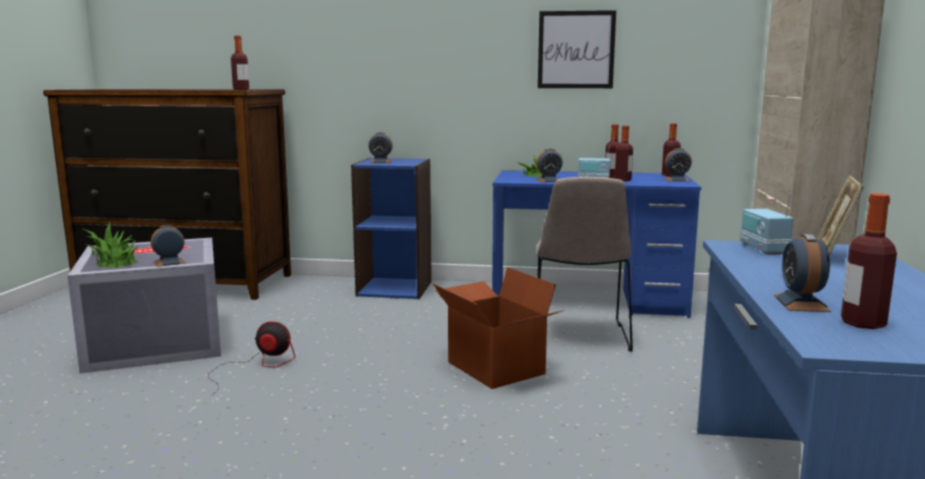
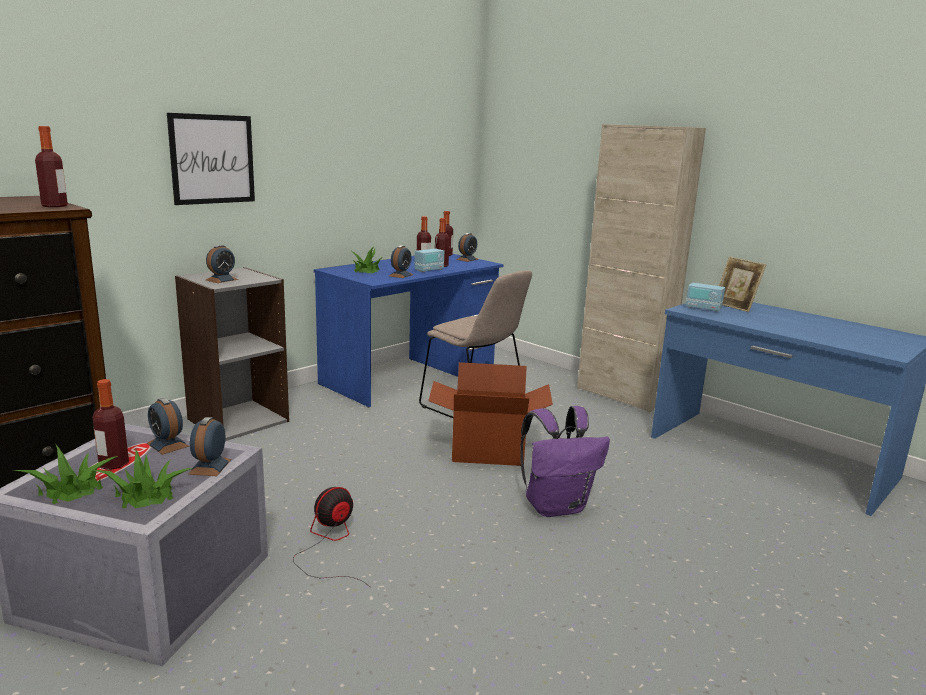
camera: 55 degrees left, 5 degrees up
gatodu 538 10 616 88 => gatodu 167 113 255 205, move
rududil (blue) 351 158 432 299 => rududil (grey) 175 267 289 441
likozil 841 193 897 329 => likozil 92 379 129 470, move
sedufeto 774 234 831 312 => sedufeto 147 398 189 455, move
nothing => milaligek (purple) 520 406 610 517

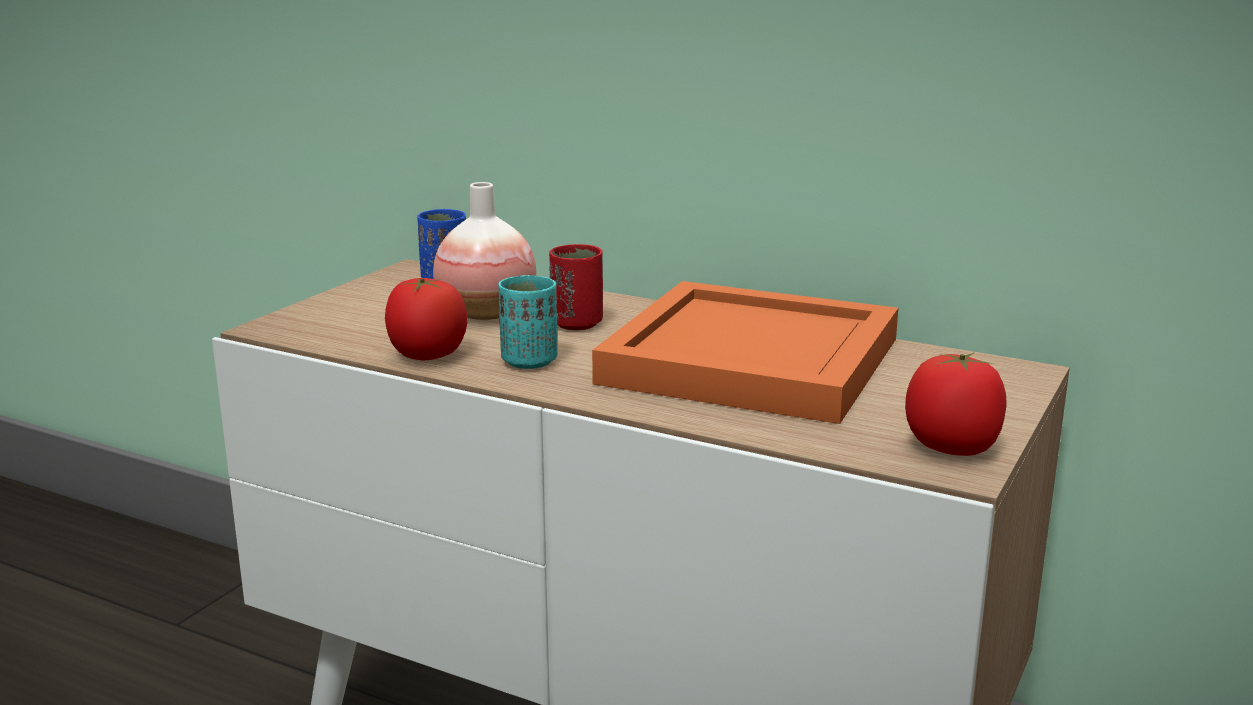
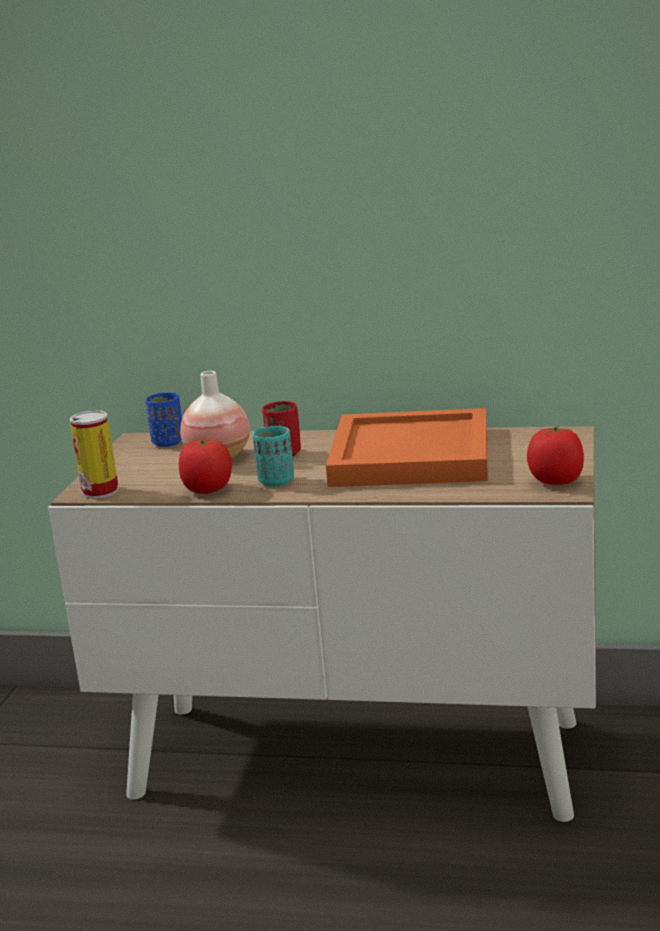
camera: 15 degrees left, 0 degrees up
nothing => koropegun 70 411 119 499

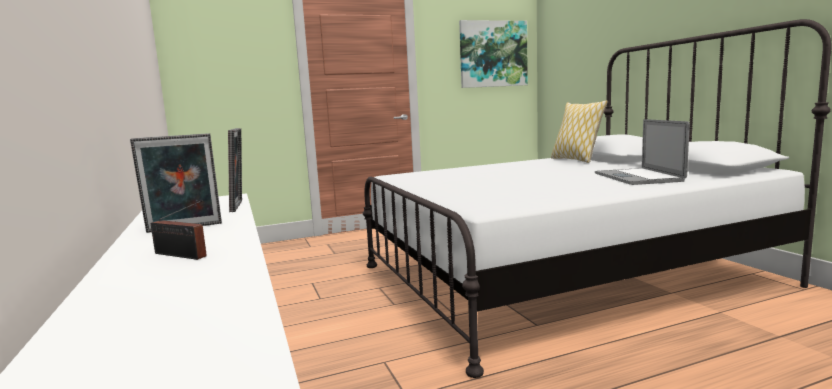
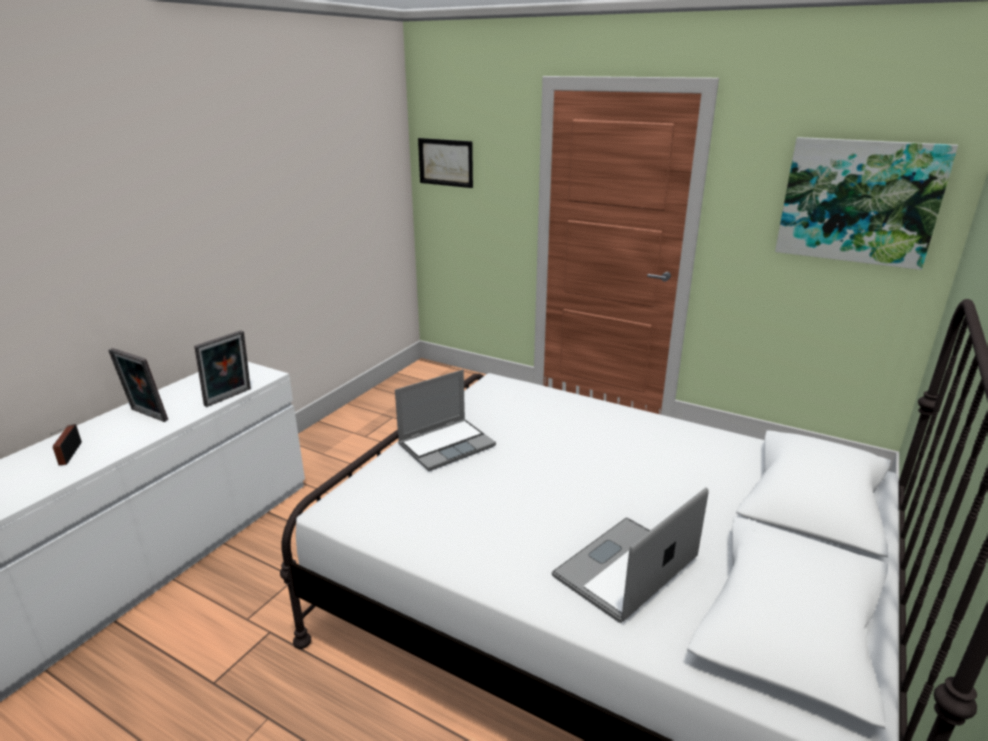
camera: 50 degrees right, 15 degrees up
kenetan 551 100 608 163 => nothing
nothing => gatodu 418 138 473 188
nothing => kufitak 395 370 496 471

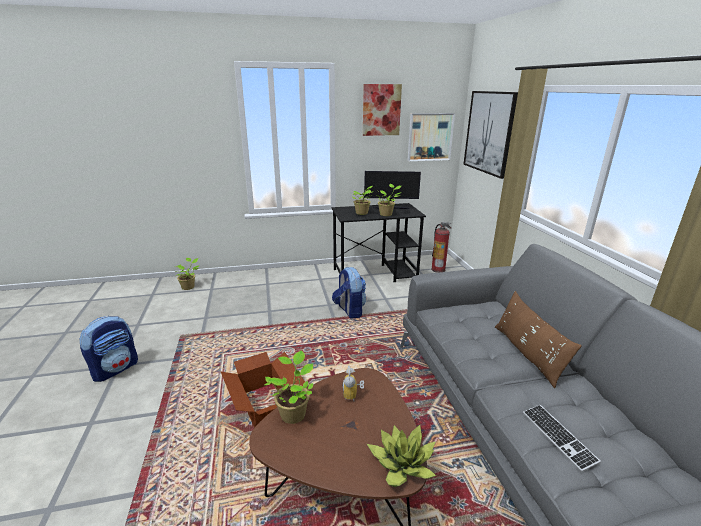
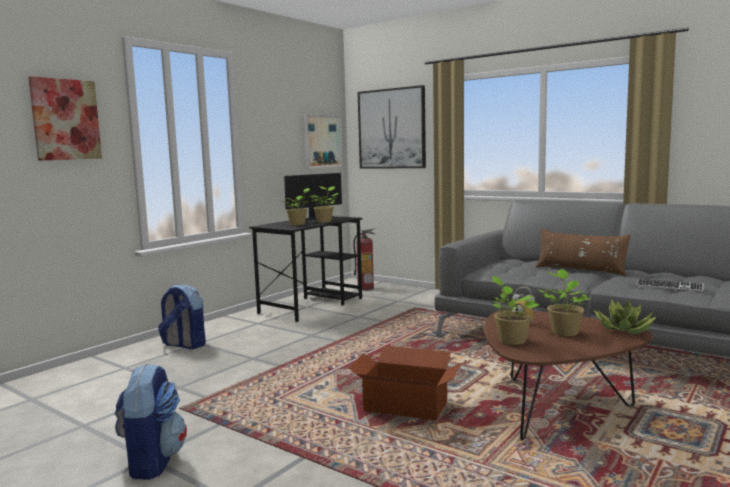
camera: 40 degrees left, 15 degrees down
gatodu 363 84 402 136 => gatodu 28 76 102 161, move
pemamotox 174 258 199 290 => pemamotox 539 269 590 336, move
milaligek 332 267 366 319 => milaligek 158 284 206 349, move

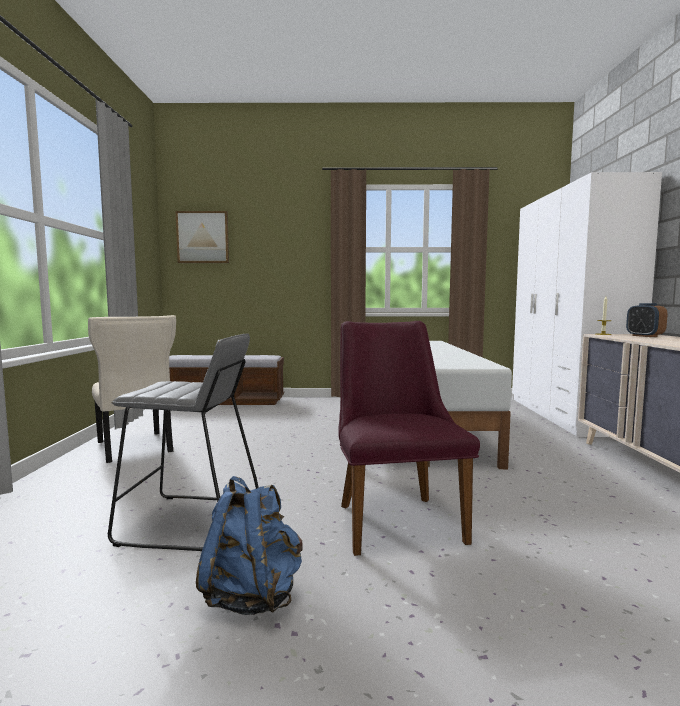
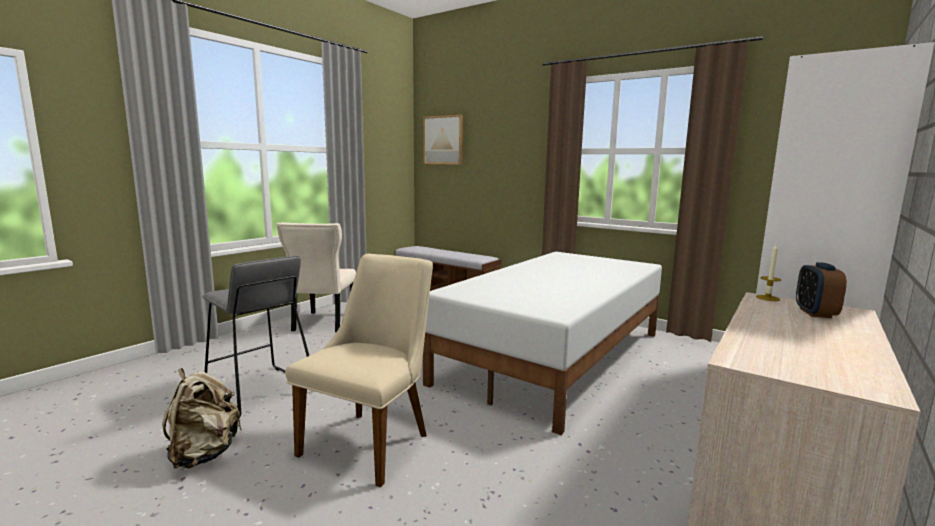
camera: 35 degrees right, 5 degrees up
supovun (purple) 338 321 480 556 => supovun (beige) 285 254 433 487
milaligek (blue) 196 476 303 615 => milaligek (beige) 162 368 242 468

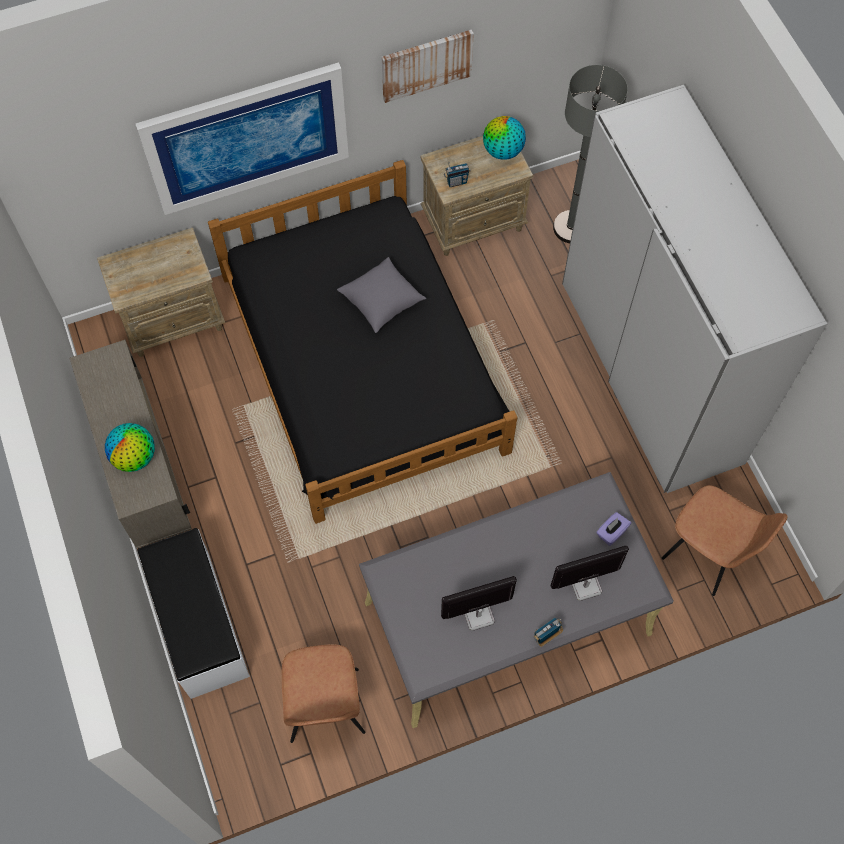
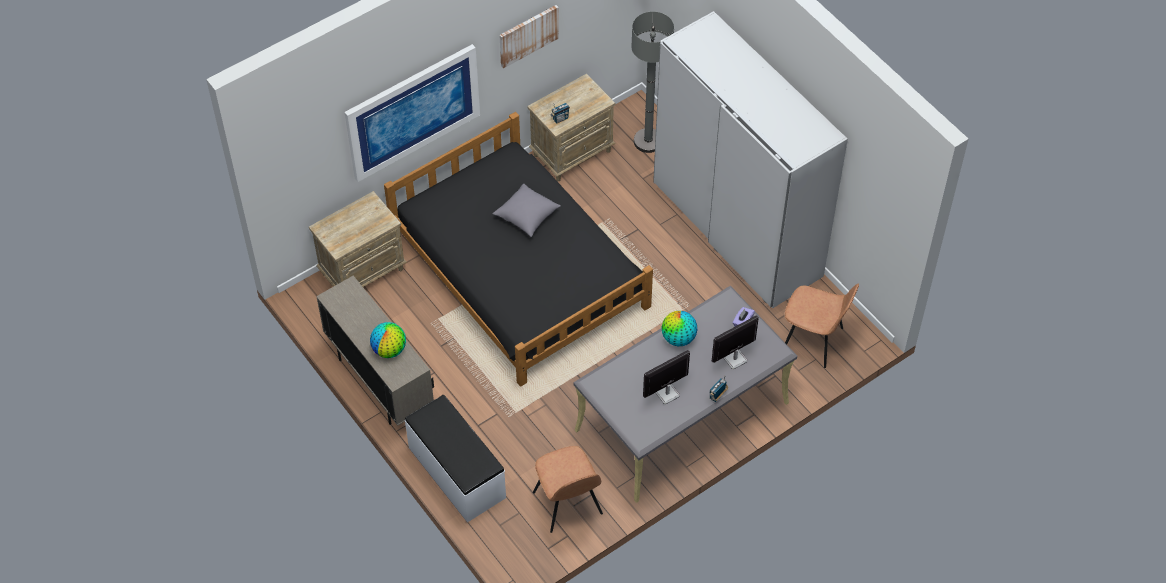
camera: 15 degrees left, 10 degrees down
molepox 483 116 526 160 => molepox 662 311 697 346, move

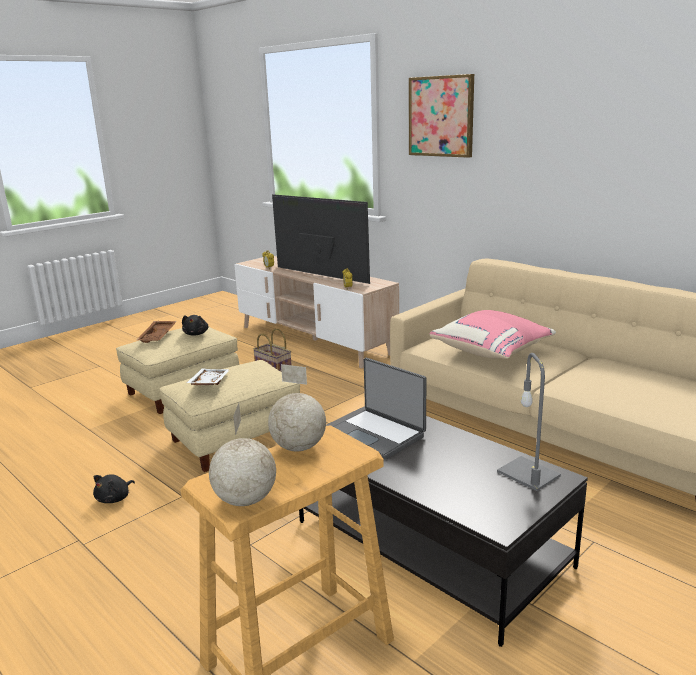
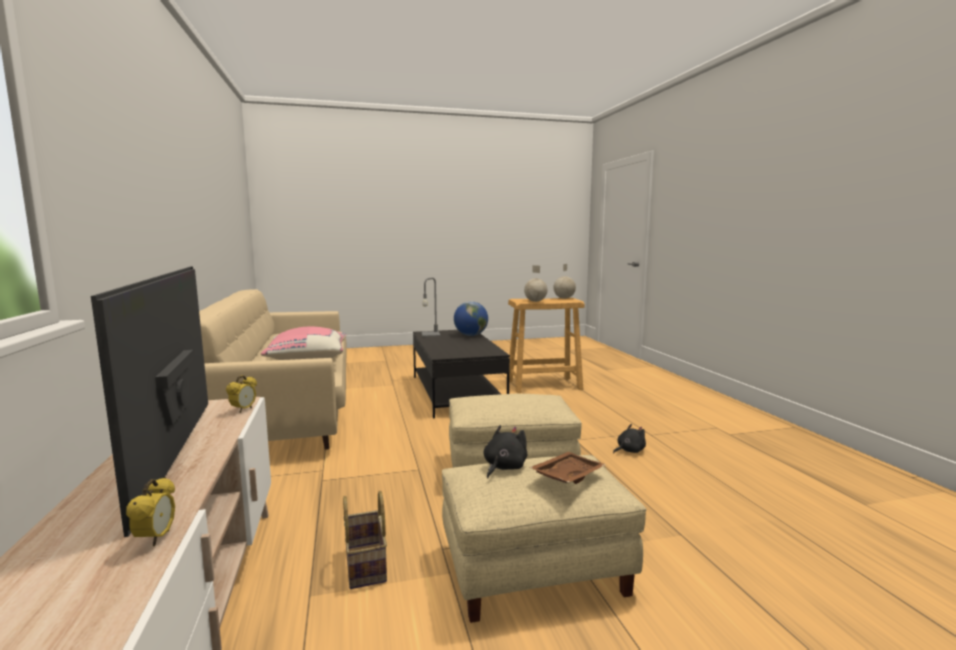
camera: 150 degrees left, 10 degrees down
gatodu 409 74 474 158 => nothing
kufitak 333 358 426 460 => nothing
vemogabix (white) 186 368 230 385 => nothing
nothing => molepox 454 301 488 336

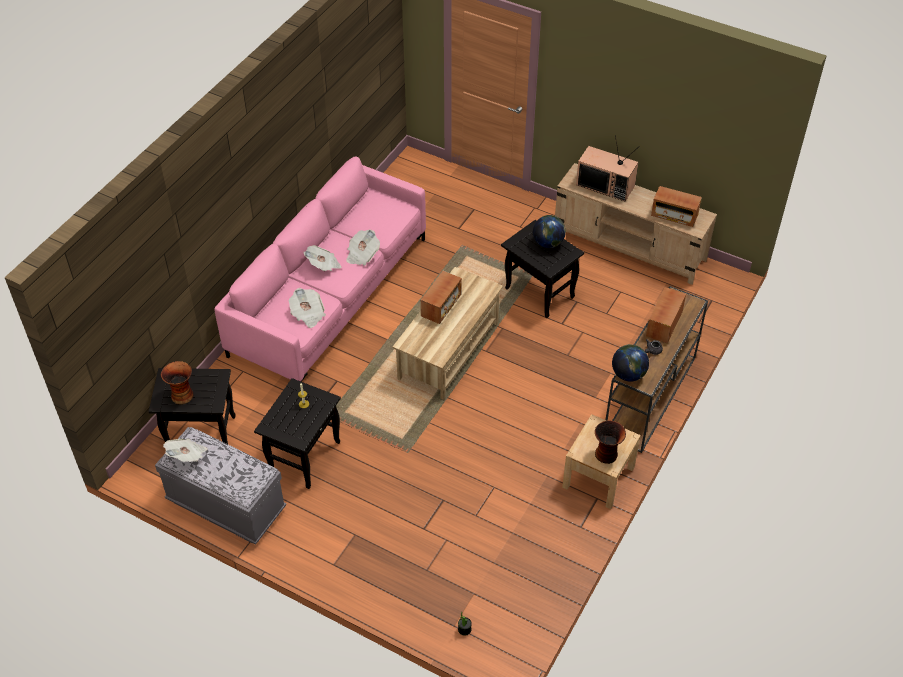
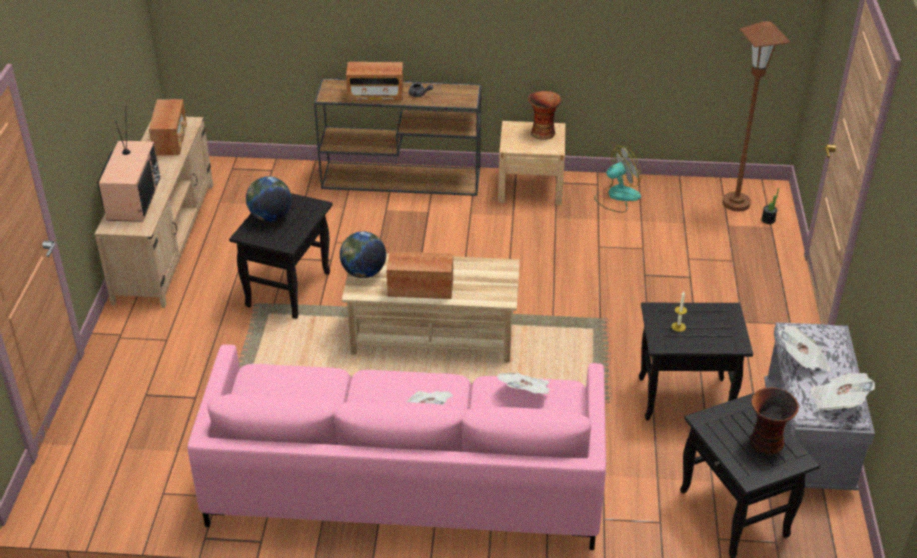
camera: 115 degrees left, 10 degrees down
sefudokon 346 230 380 266 => sefudokon 779 326 831 371, move
molepox 612 344 649 381 => molepox 340 231 386 278, move
nothing => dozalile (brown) 722 21 791 211
nothing => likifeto 594 145 641 213

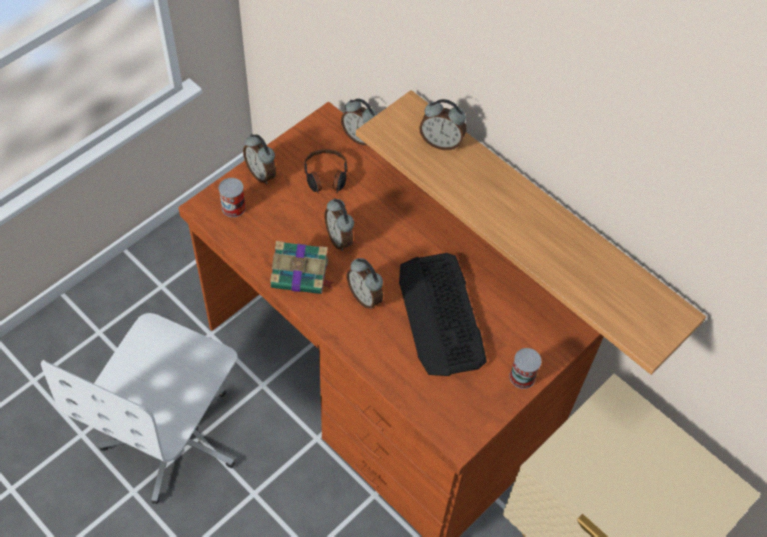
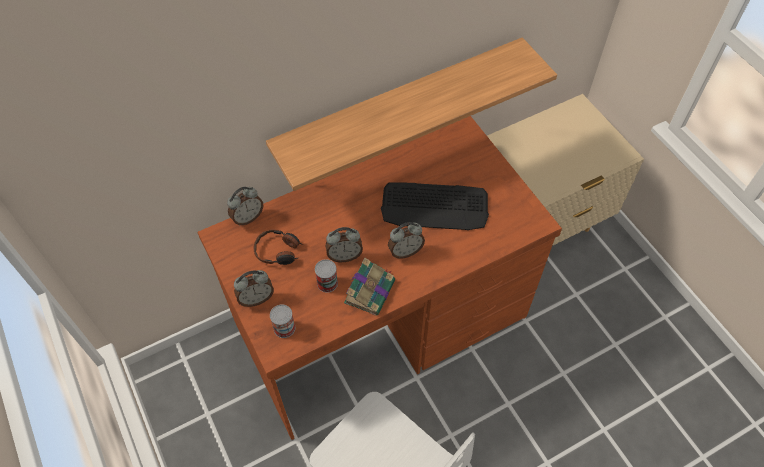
camera: 70 degrees left, 0 degrees up
sedufeto 419 99 466 150 => nothing
koropegun 509 348 542 389 => koropegun 315 259 338 293, move

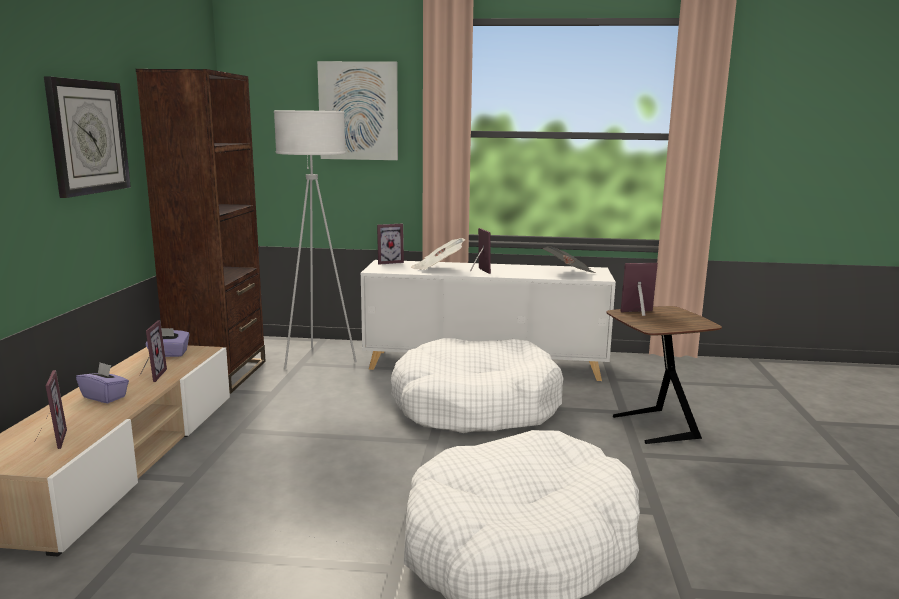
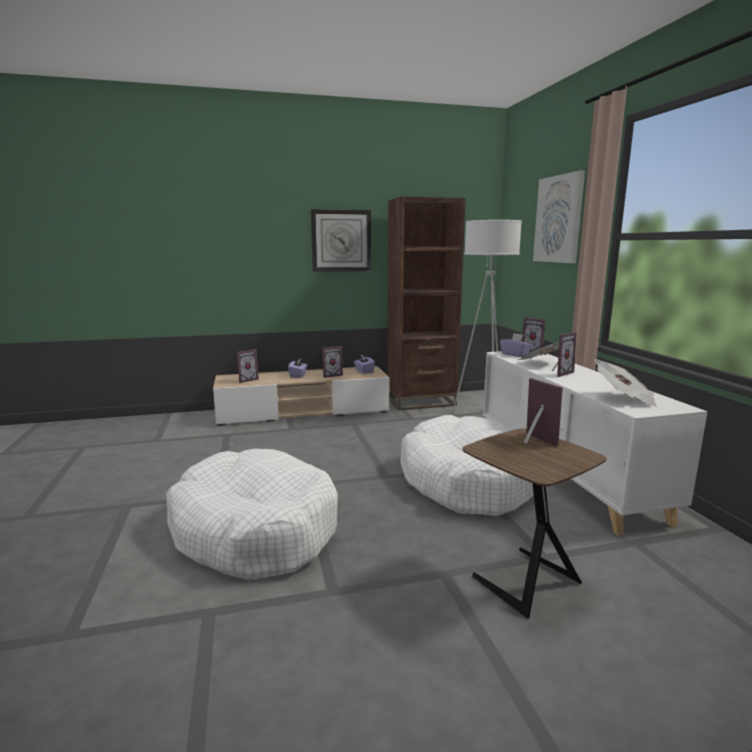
camera: 70 degrees right, 0 degrees up
nothing => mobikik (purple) 500 333 532 357

